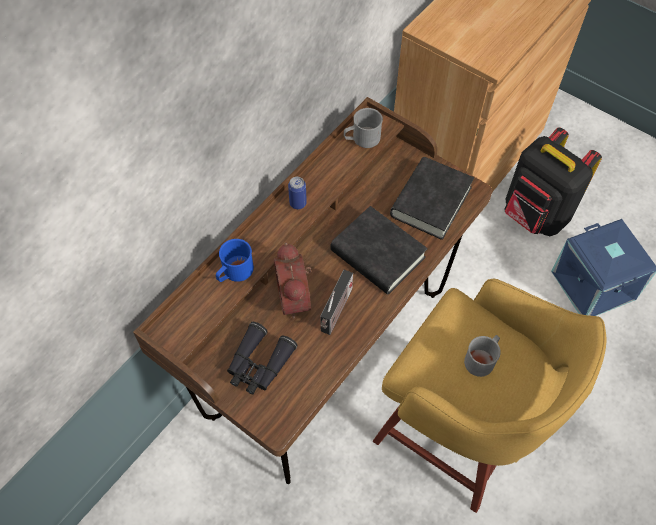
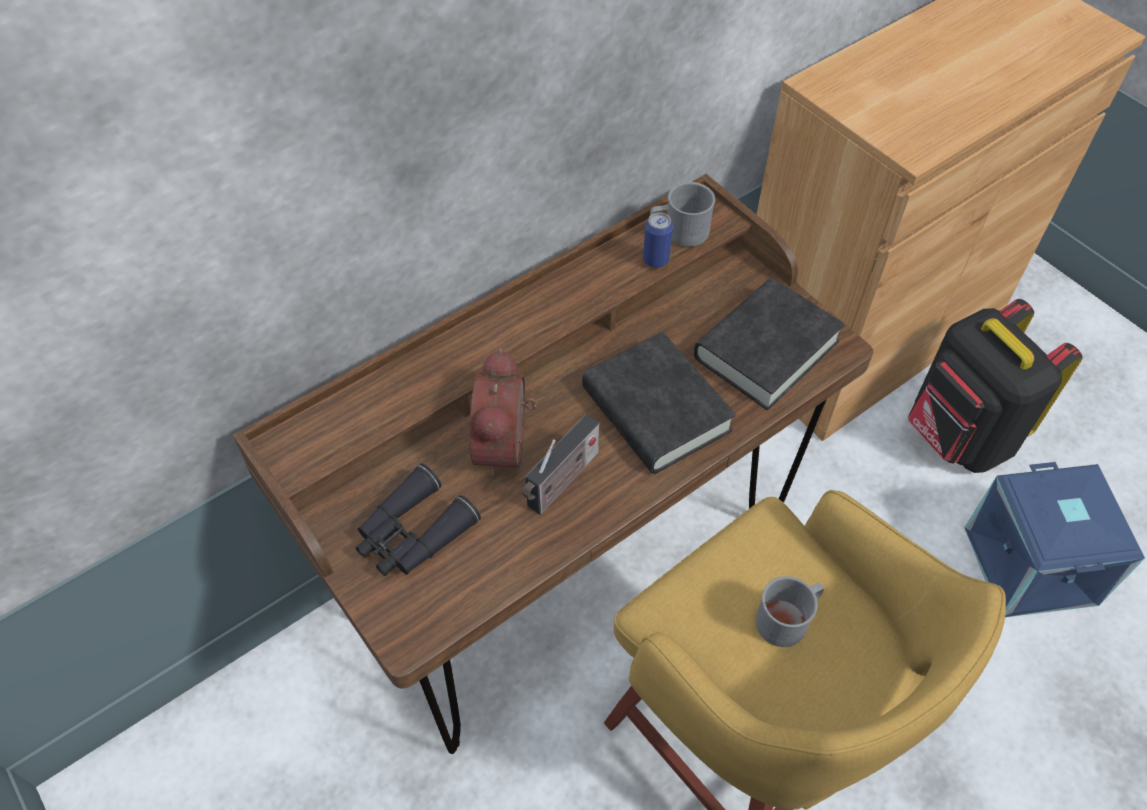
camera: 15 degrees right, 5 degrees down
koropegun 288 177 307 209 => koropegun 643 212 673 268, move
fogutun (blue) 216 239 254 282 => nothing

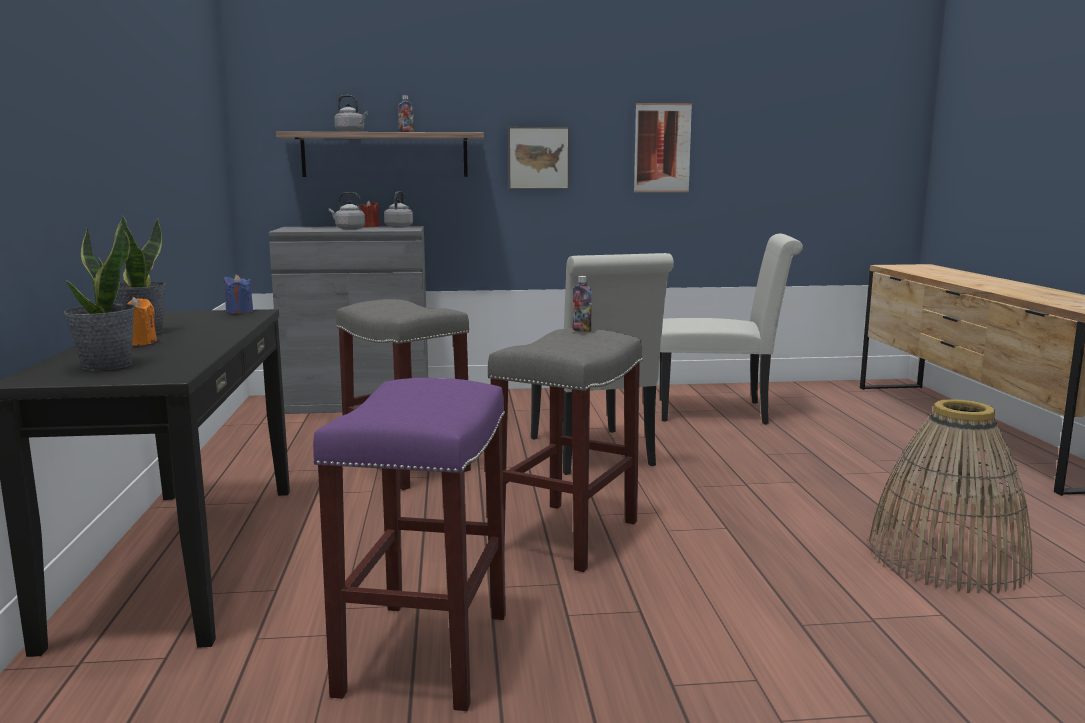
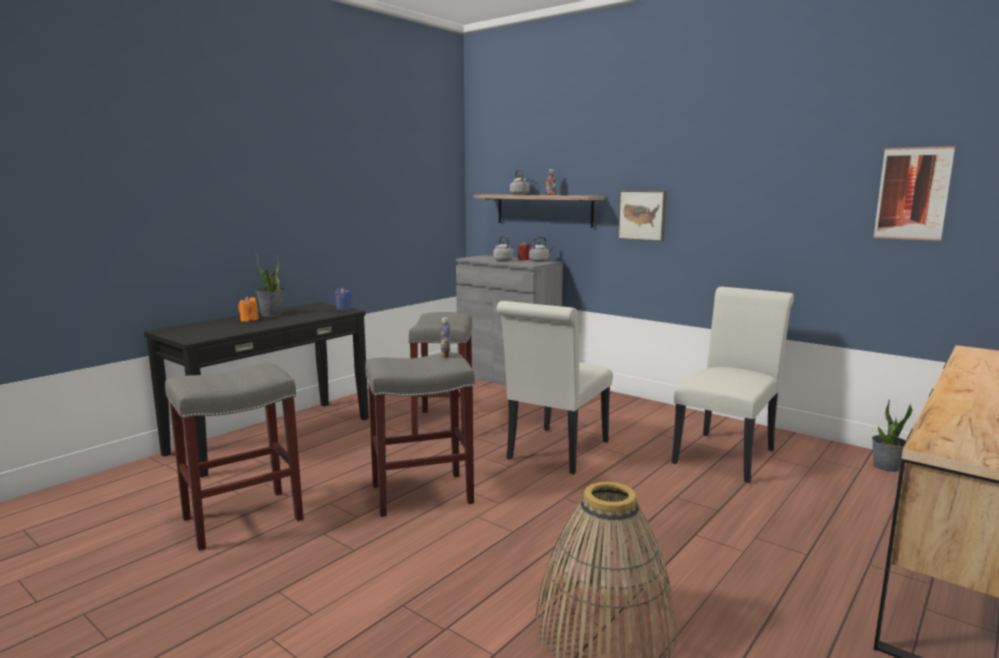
camera: 45 degrees right, 0 degrees up
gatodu 634 103 692 192 => gatodu 873 146 955 241, move
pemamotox 64 223 135 371 => pemamotox 872 400 912 472, move
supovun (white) 660 234 803 425 => supovun (white) 671 287 794 483, 105 degrees counterclockwise
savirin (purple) 313 378 506 711 => savirin (grey) 165 363 303 551

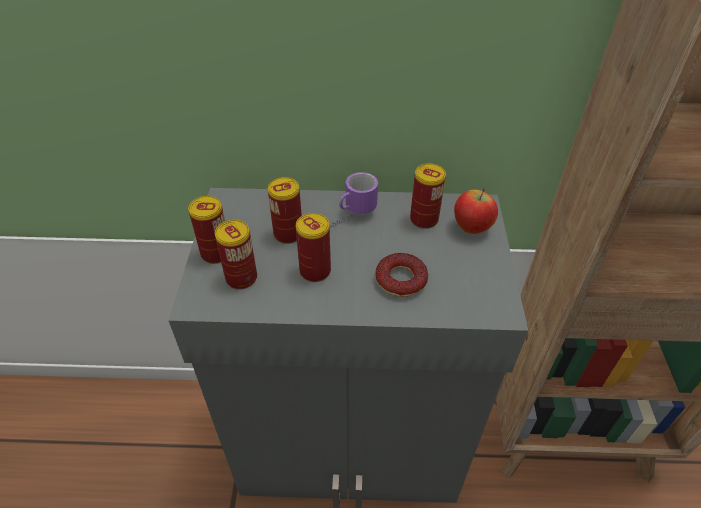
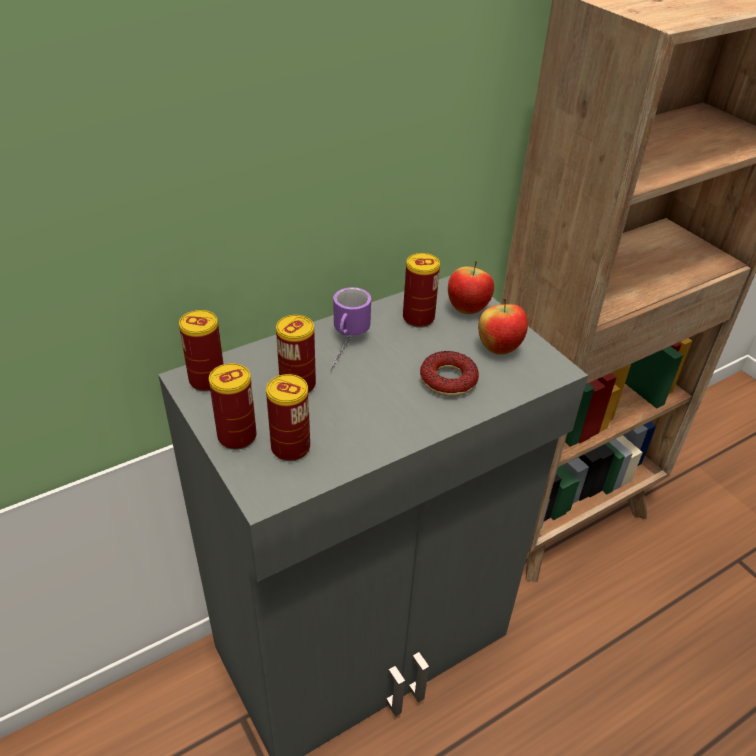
camera: 35 degrees left, 5 degrees down
koropegun 296 213 331 282 => koropegun 179 310 223 392, move
nothing => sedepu 478 298 528 355

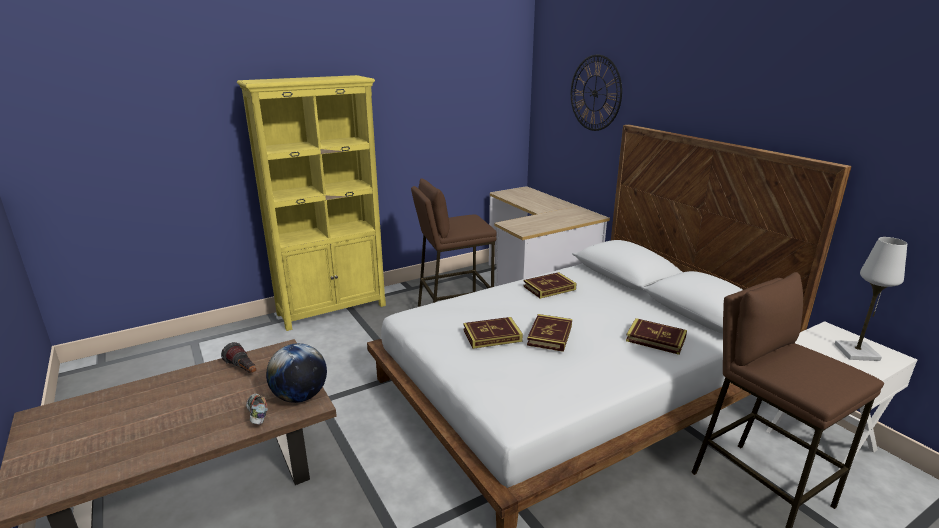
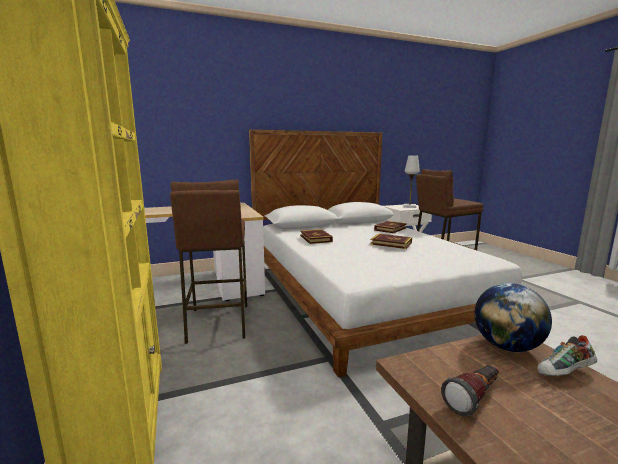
camera: 80 degrees left, 10 degrees down
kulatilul 571 54 622 131 => nothing
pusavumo 463 317 523 349 => nothing

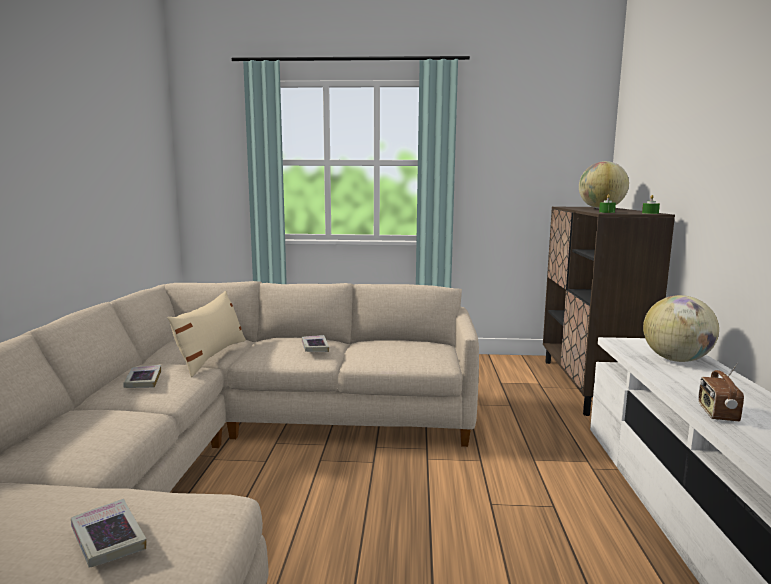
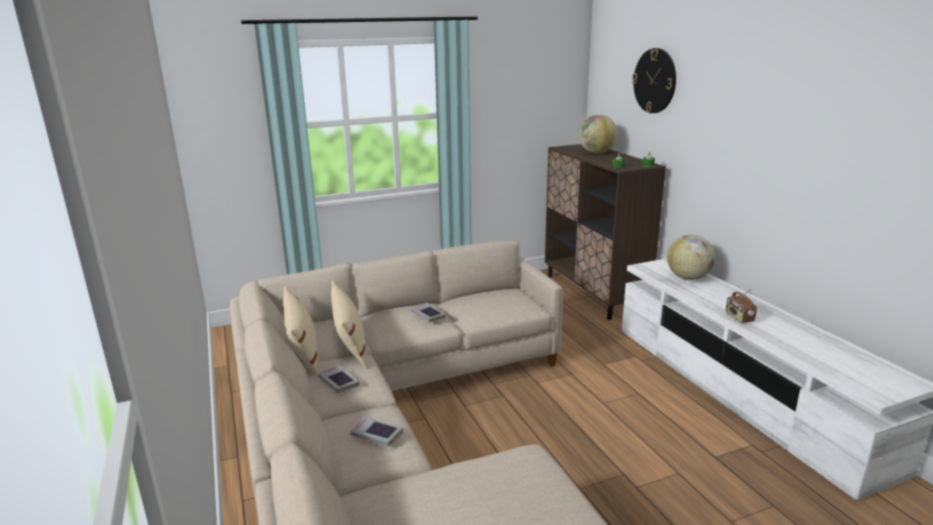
camera: 25 degrees left, 10 degrees up
pusavumo 71 499 146 568 => pusavumo 350 416 403 447, move
nothing => kulatilul 632 48 676 113
nothing => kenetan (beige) 283 286 318 377

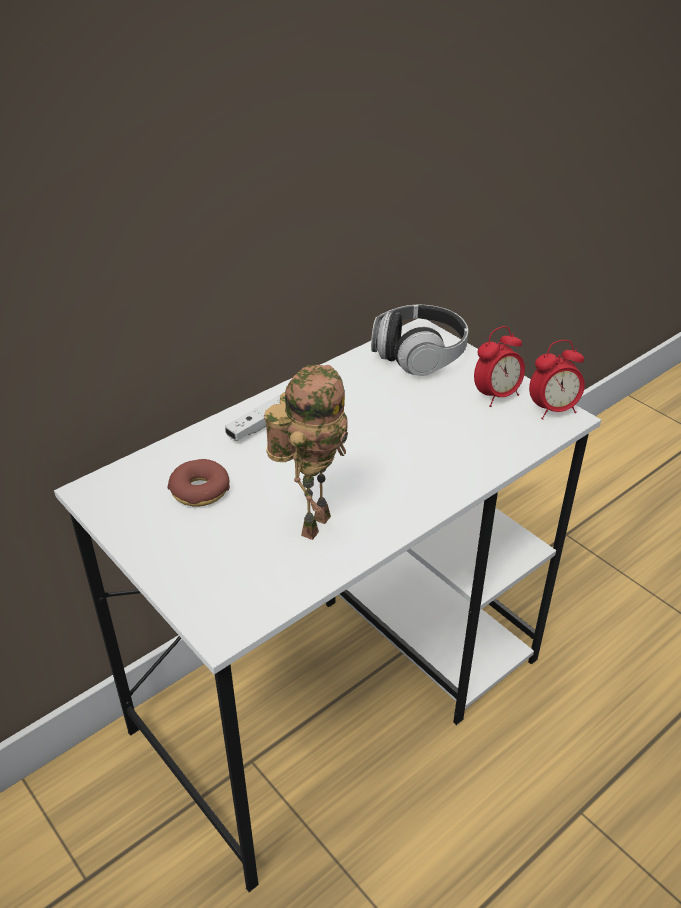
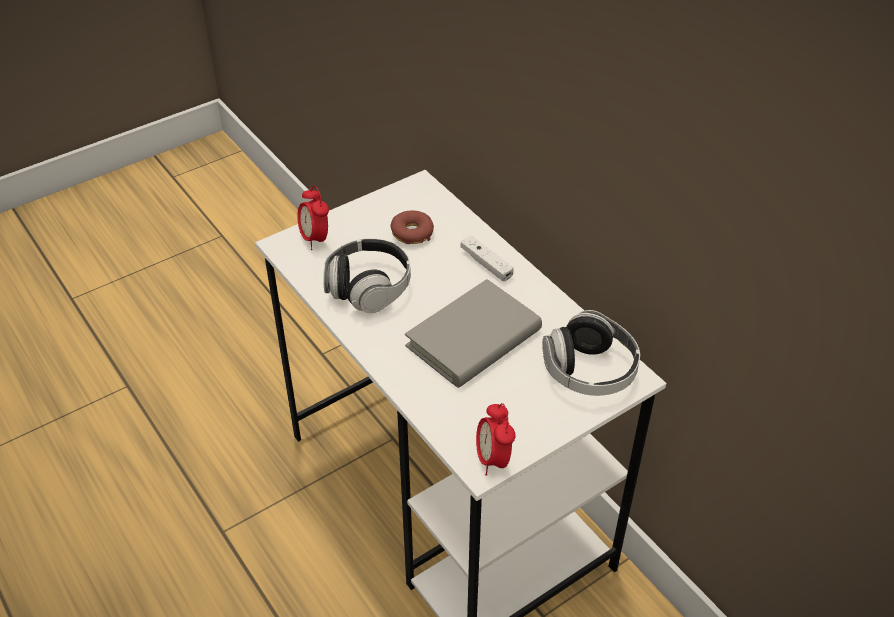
camera: 95 degrees right, 5 degrees up
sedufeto 474 326 525 407 => sedufeto 297 185 329 250, move
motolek 264 365 348 540 => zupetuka 323 238 411 313
nothing => pusavumo (grey) 405 279 542 388

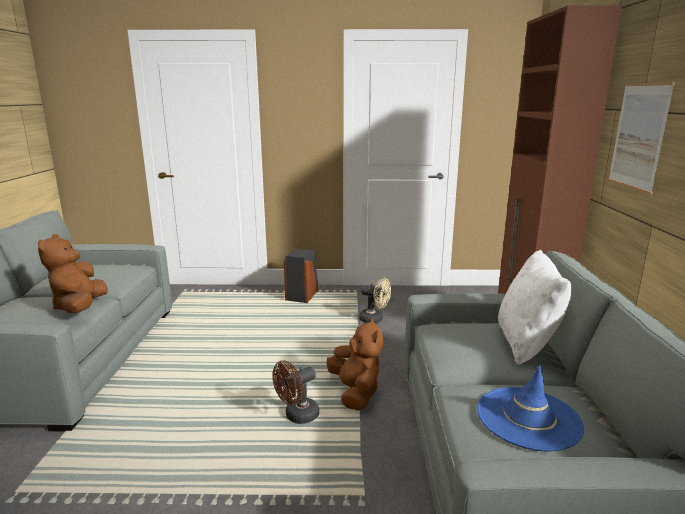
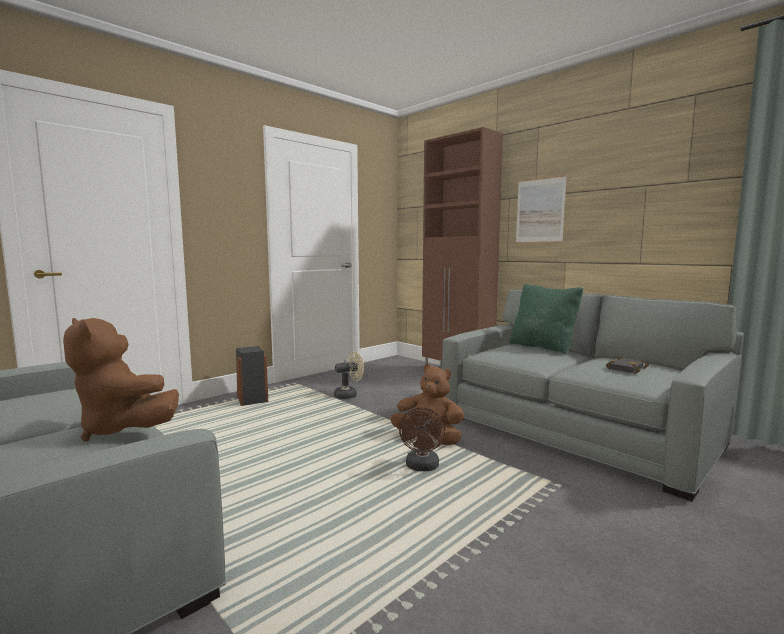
camera: 45 degrees left, 10 degrees down
kenetan (white) 498 250 572 365 => kenetan (green) 509 283 583 354
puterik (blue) 477 364 584 452 => pusavumo (black) 606 356 649 374

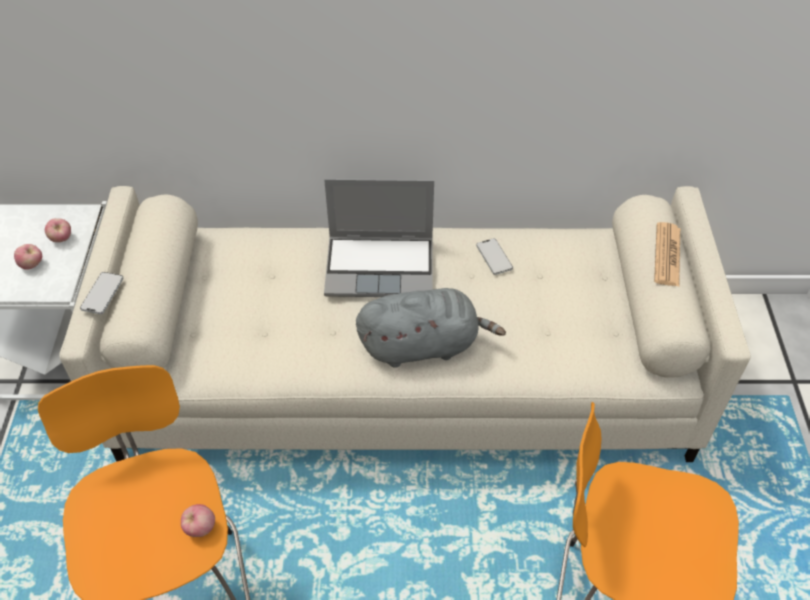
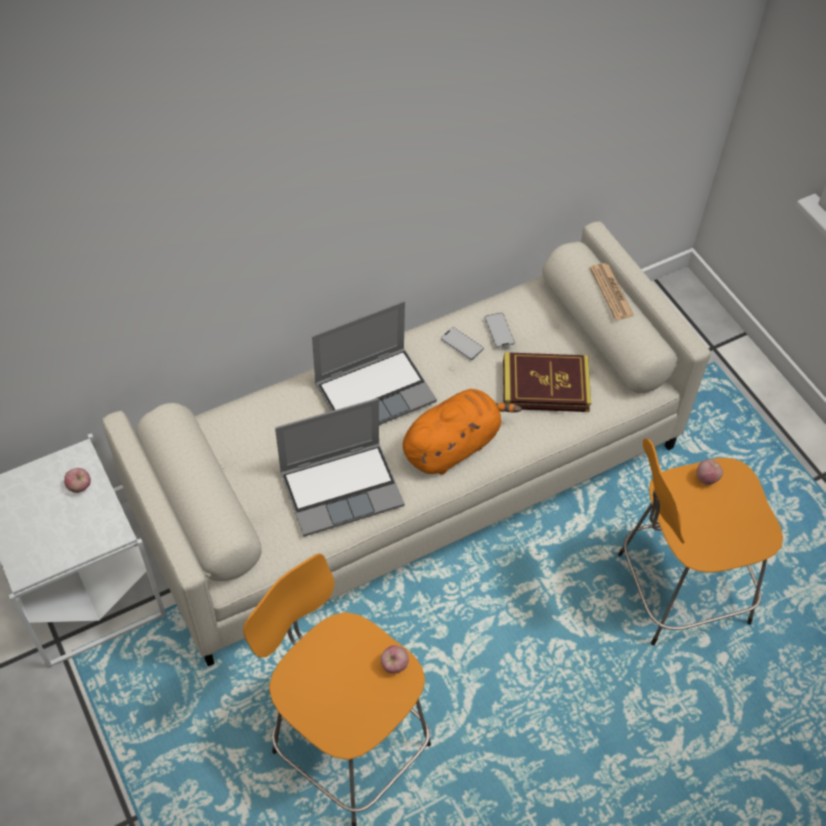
camera: 30 degrees left, 5 degrees up
sedepu 14 244 42 270 => sedepu 696 459 723 485, move
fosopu 80 272 124 314 => fosopu 485 313 515 348, move
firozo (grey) 356 288 506 368 => firozo (orange) 403 389 522 475
nothing => pusavumo 503 352 591 412
nothing => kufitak 275 398 405 537

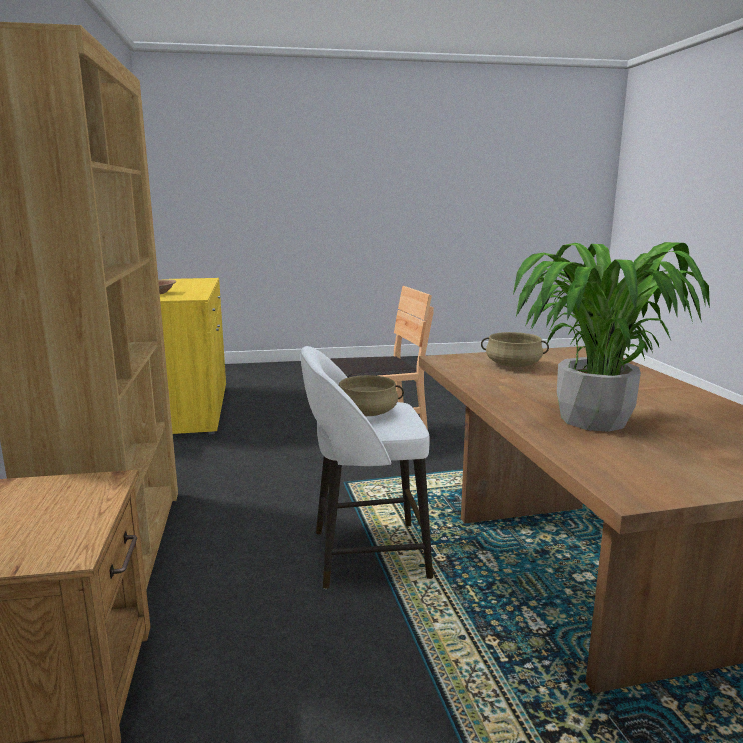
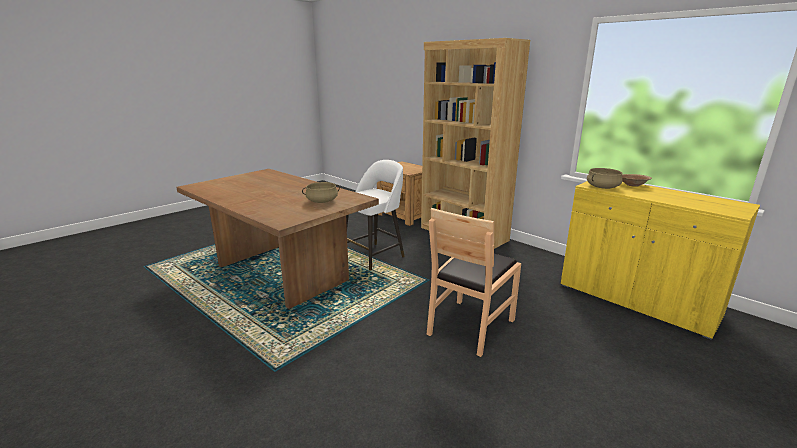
camera: 145 degrees right, 5 degrees up
pemamotox 513 242 710 432 => nothing
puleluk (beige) 338 375 404 416 => puleluk (beige) 587 168 623 189, move

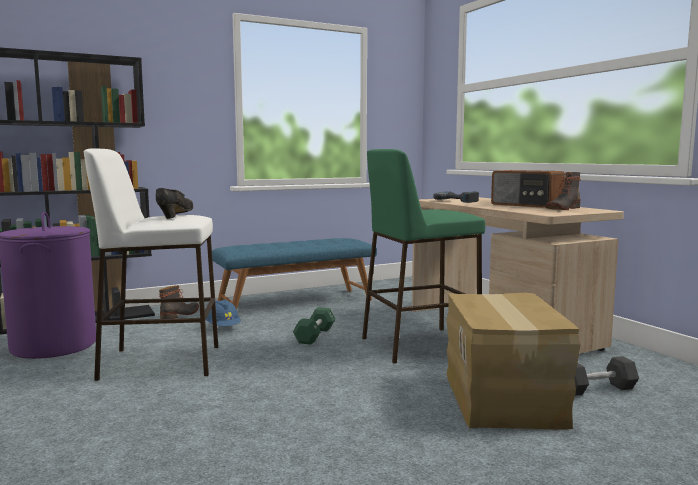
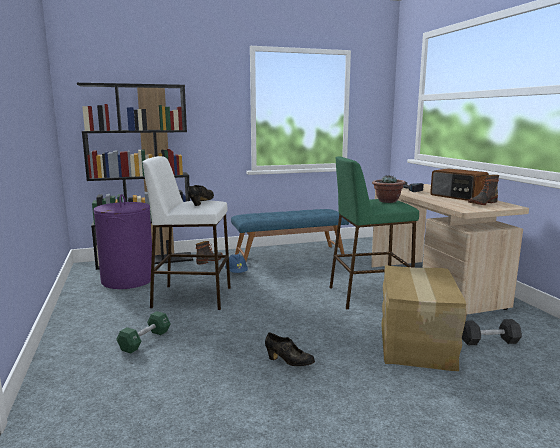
camera: 10 degrees right, 5 degrees up
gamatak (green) 293 307 336 345 => gamatak (green) 116 311 170 354, move
nothing => pemamotox 372 175 405 203
nothing => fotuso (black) 265 333 315 366

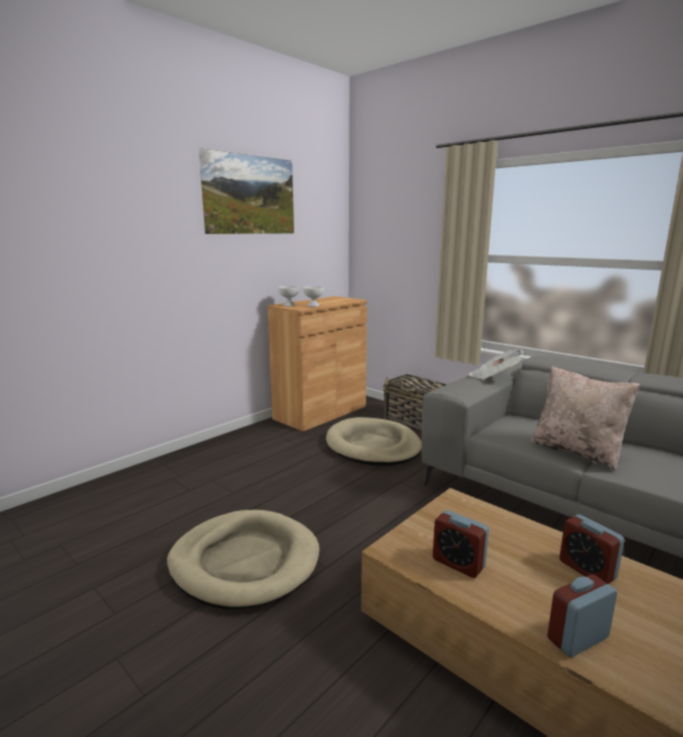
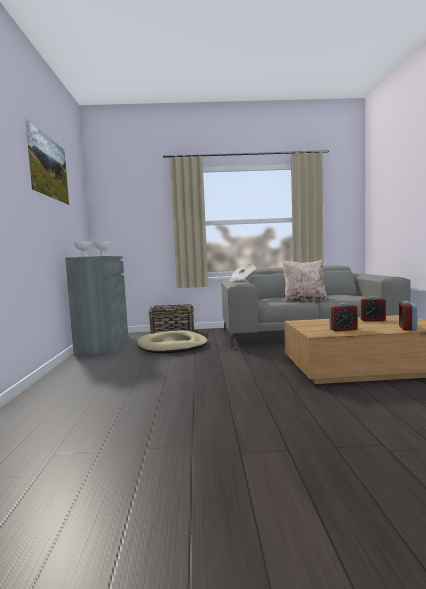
camera: 45 degrees left, 10 degrees down
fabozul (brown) 267 296 367 432 => fabozul (grey) 65 256 128 356
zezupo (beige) 167 510 319 609 => nothing

